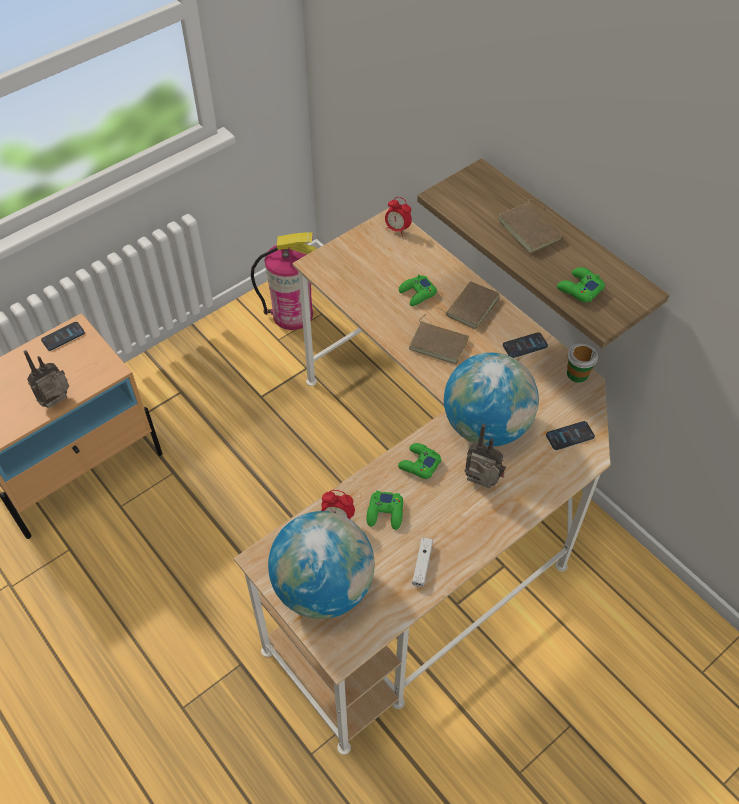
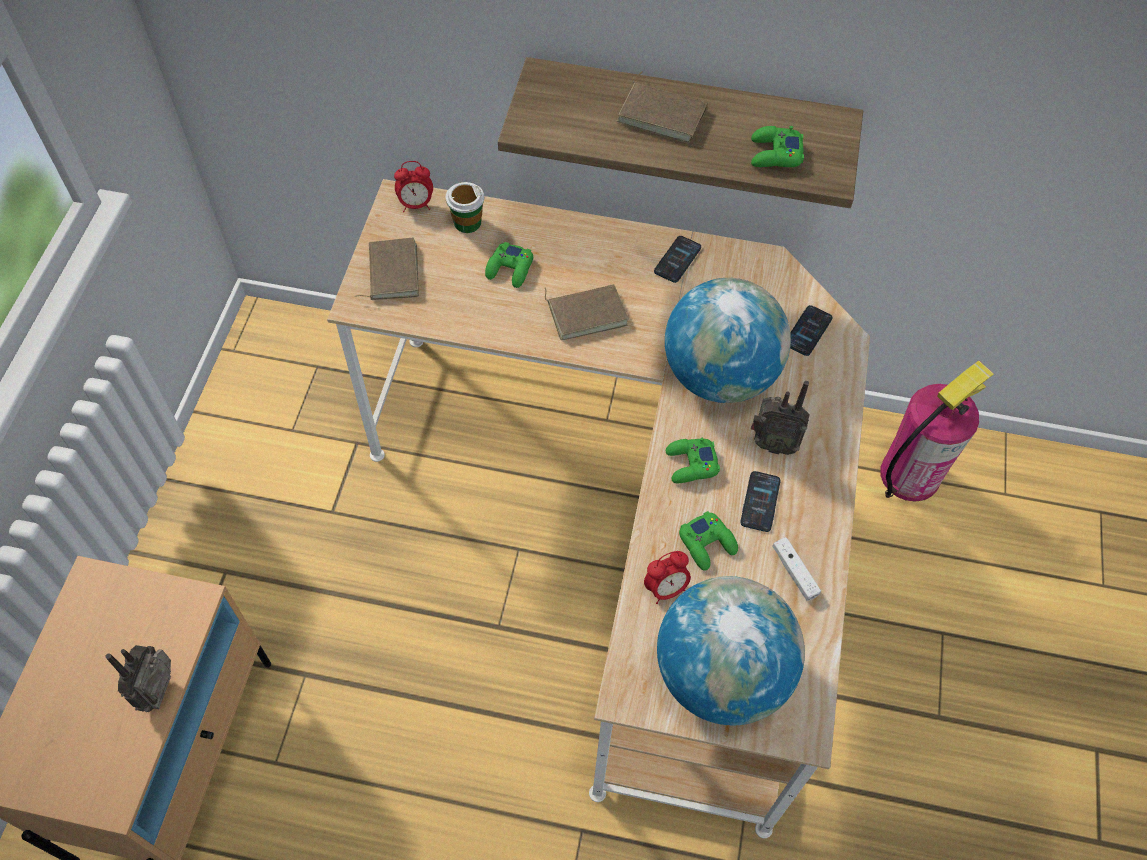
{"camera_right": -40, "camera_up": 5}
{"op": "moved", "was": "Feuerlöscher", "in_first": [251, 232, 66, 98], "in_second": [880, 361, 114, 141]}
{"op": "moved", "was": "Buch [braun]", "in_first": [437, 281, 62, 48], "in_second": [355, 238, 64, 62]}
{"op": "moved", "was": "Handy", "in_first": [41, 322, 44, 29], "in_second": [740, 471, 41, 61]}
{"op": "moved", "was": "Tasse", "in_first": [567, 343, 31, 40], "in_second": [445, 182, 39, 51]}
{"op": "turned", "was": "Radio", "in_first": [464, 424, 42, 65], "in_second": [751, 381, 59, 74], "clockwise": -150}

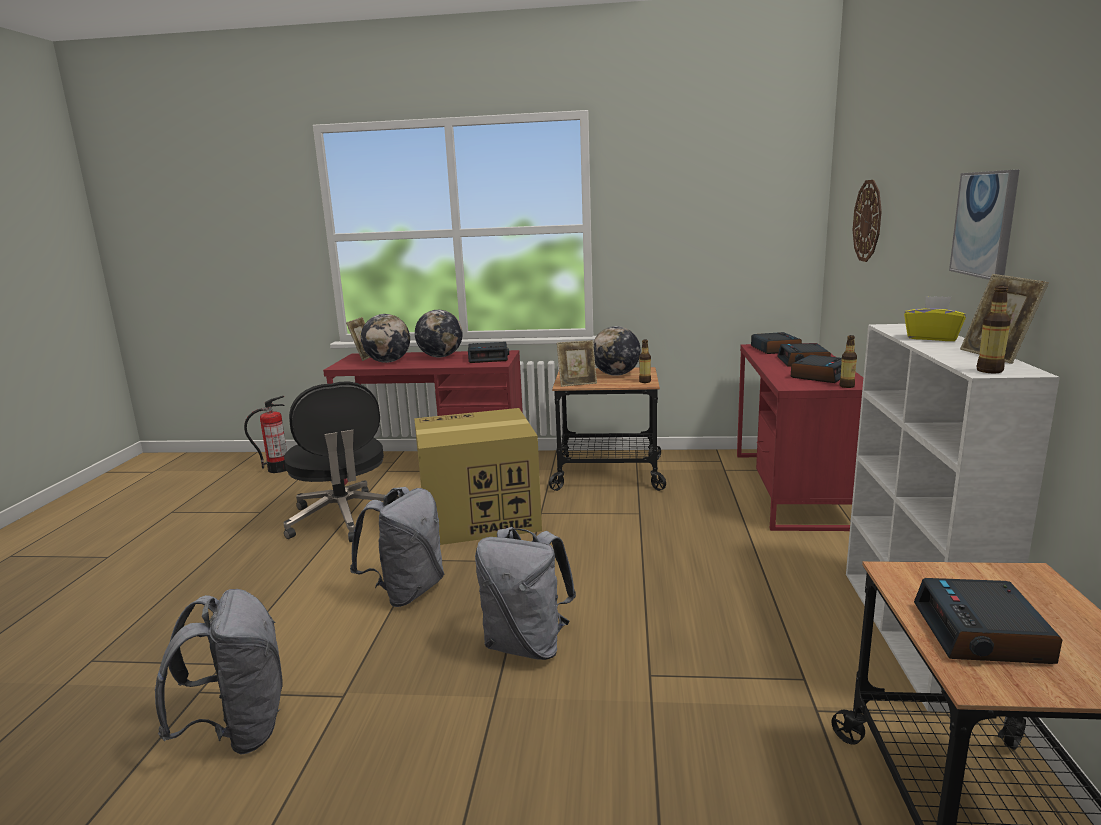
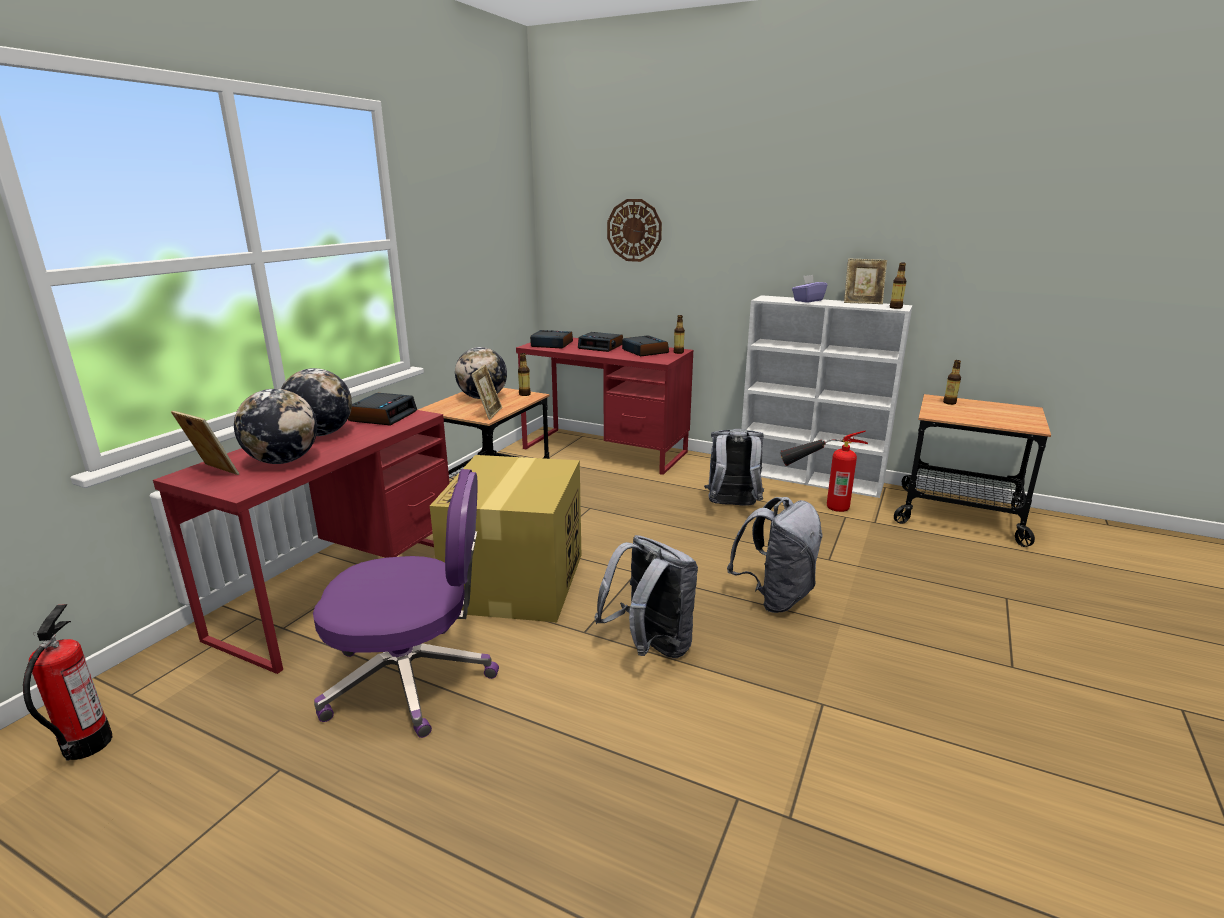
{"camera_right": -70, "camera_up": 5}
{"op": "removed", "was": "Bild", "in_first": [949, 170, 70, 110]}
{"op": "recoloured", "was": "Taschentuchbox [gelb]", "now": "Taschentuchbox [lila]", "in_first": [904, 296, 62, 45], "in_second": [792, 275, 35, 28]}
{"op": "recoloured", "was": "Bürostuhl [schwarz]", "now": "Bürostuhl [lila]", "in_first": [284, 382, 115, 160], "in_second": [313, 469, 186, 269]}
{"op": "removed", "was": "Wecker", "in_first": [914, 578, 148, 86]}
{"op": "moved", "was": "Rucksack [grau]", "in_first": [155, 589, 128, 165], "in_second": [704, 429, 60, 77]}
{"op": "added", "now": "Flasche", "in_second": [943, 360, 18, 45]}
{"op": "added", "now": "Feuerlöscher", "in_second": [780, 430, 88, 82]}

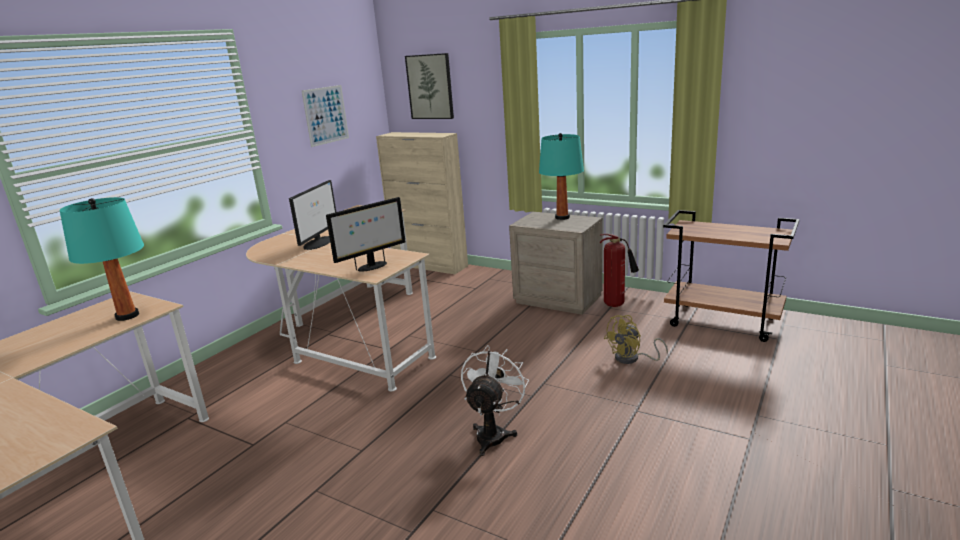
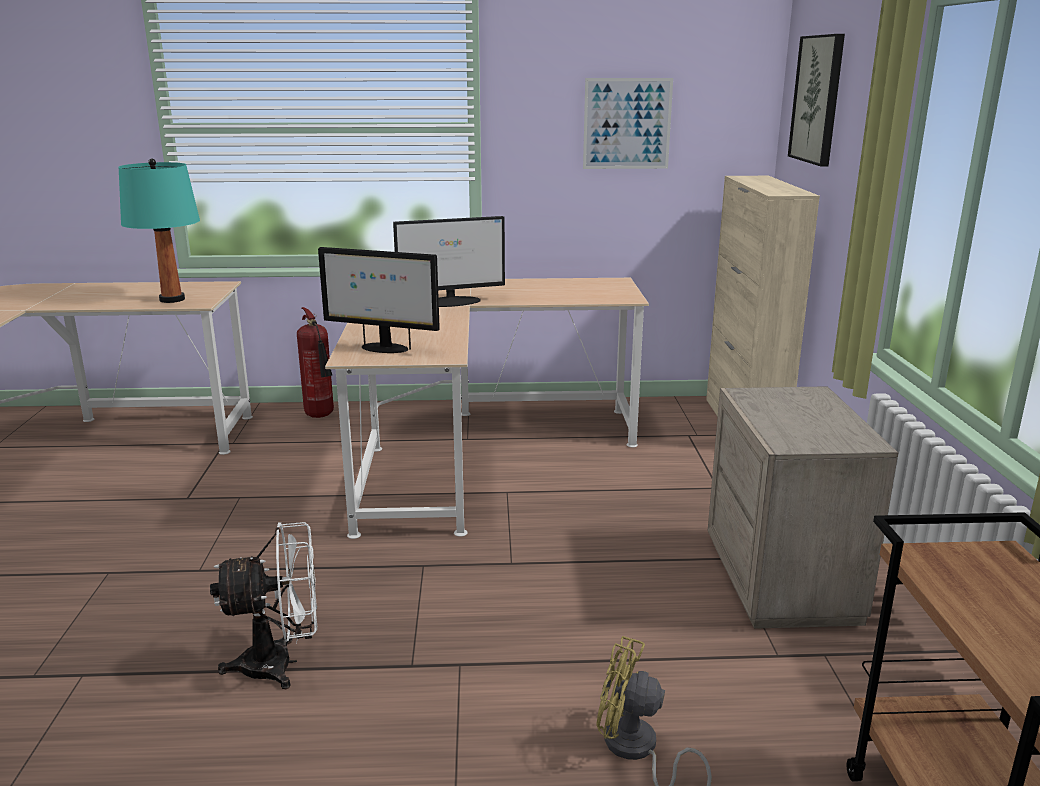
{"camera_right": 55, "camera_up": 0}
{"op": "removed", "was": "Tischlampe [türkis]", "in_first": [539, 133, 45, 87]}
{"op": "moved", "was": "Feuerlöscher", "in_first": [600, 234, 39, 73], "in_second": [297, 307, 37, 111]}

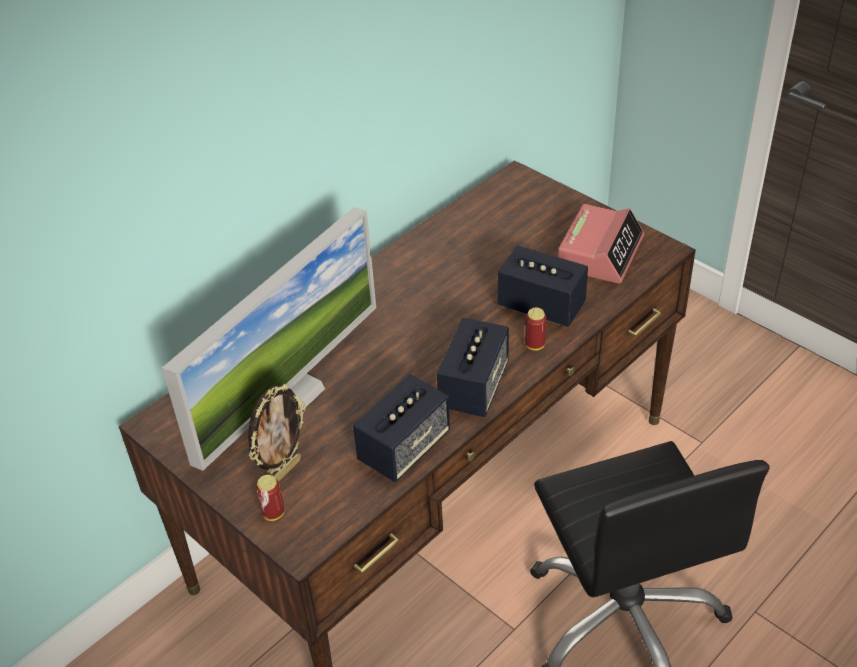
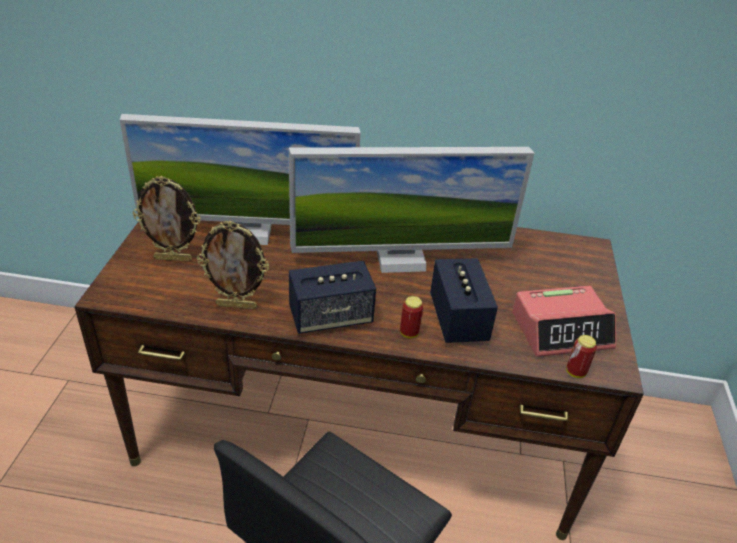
{"camera_right": 50, "camera_up": -5}
{"op": "replaced", "was": "Lautsprecher", "now": "Bilderrahmen", "in_first": [353, 374, 97, 108], "in_second": [197, 221, 72, 88]}
{"op": "moved", "was": "Dose", "in_first": [256, 475, 29, 46], "in_second": [566, 335, 31, 43]}
{"op": "added", "now": "Monitor", "in_second": [289, 147, 246, 126]}

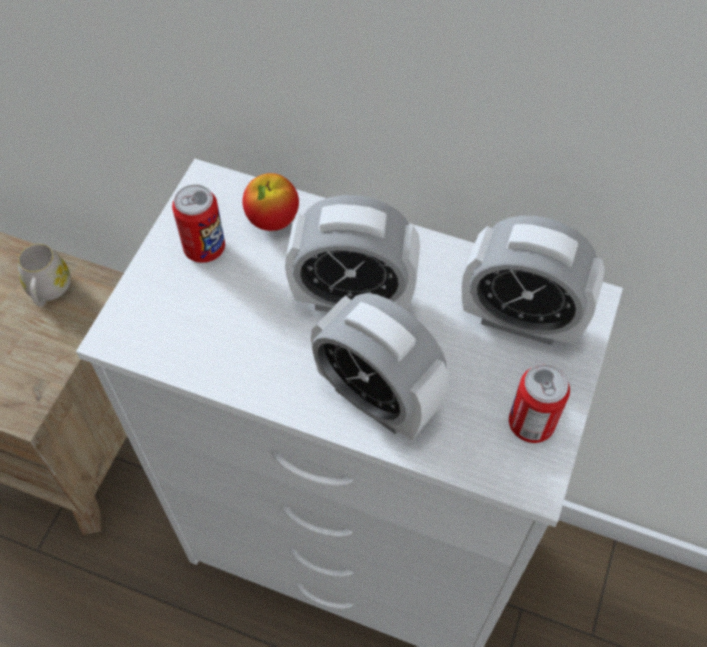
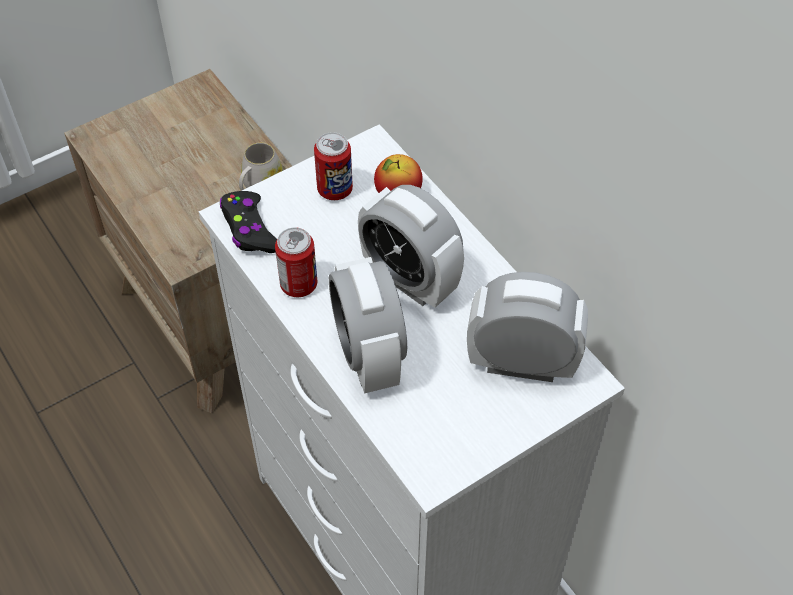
{"camera_right": 35, "camera_up": -5}
{"op": "turned", "was": "Wecker", "in_first": [462, 216, 143, 129], "in_second": [467, 272, 121, 110], "clockwise": 135}
{"op": "moved", "was": "Dose", "in_first": [509, 364, 61, 79], "in_second": [275, 227, 43, 70]}
{"op": "added", "now": "Gamepad [schwarz]", "in_second": [220, 191, 57, 62]}

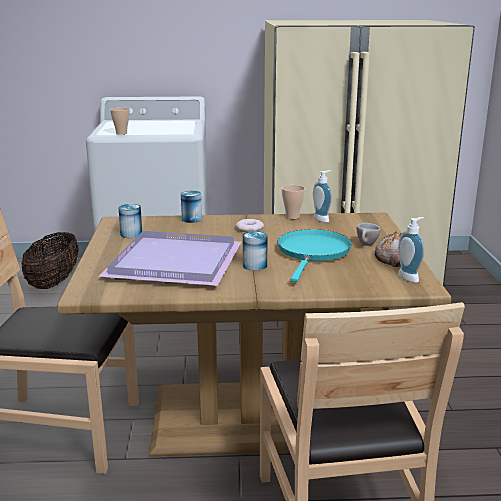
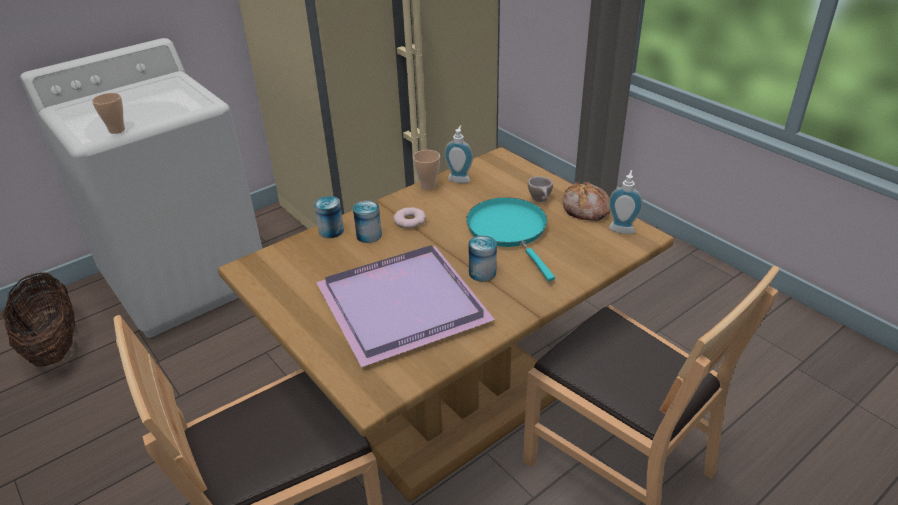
{"camera_right": -35, "camera_up": 15}
{"op": "moved", "was": "Dose", "in_first": [119, 204, 23, 34], "in_second": [353, 200, 29, 43]}

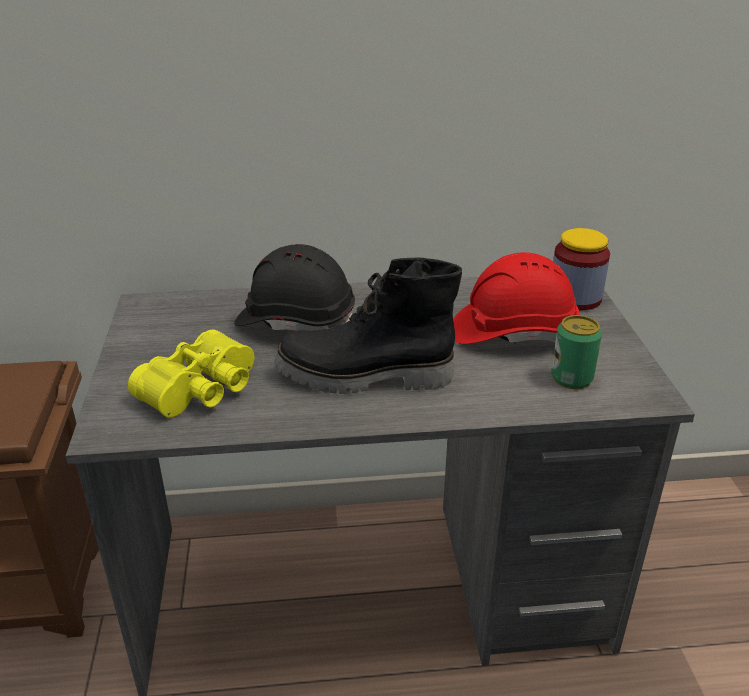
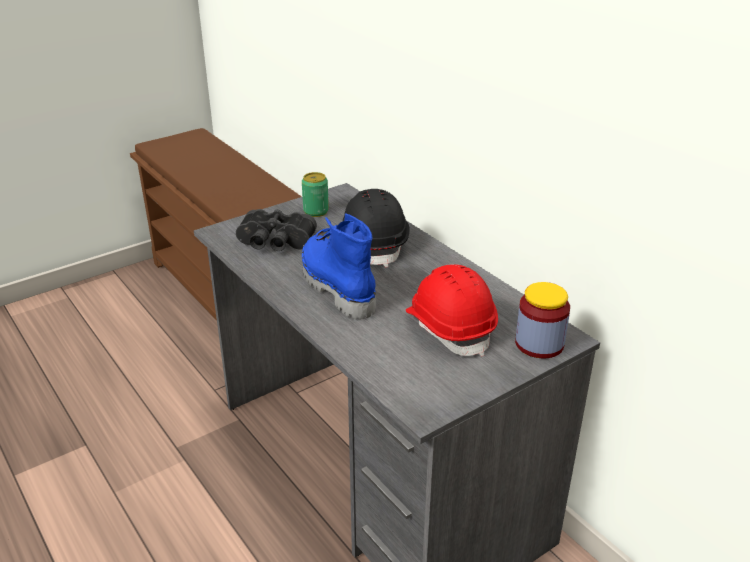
{"camera_right": 60, "camera_up": 0}
{"op": "recoloured", "was": "Stiefel [schwarz]", "now": "Stiefel [blau]", "in_first": [274, 258, 188, 136], "in_second": [302, 214, 74, 106]}
{"op": "moved", "was": "Dose", "in_first": [551, 315, 51, 74], "in_second": [302, 172, 27, 45]}
{"op": "recoloured", "was": "Fernglas [gelb]", "now": "Fernglas [schwarz]", "in_first": [128, 329, 126, 89], "in_second": [236, 209, 81, 42]}

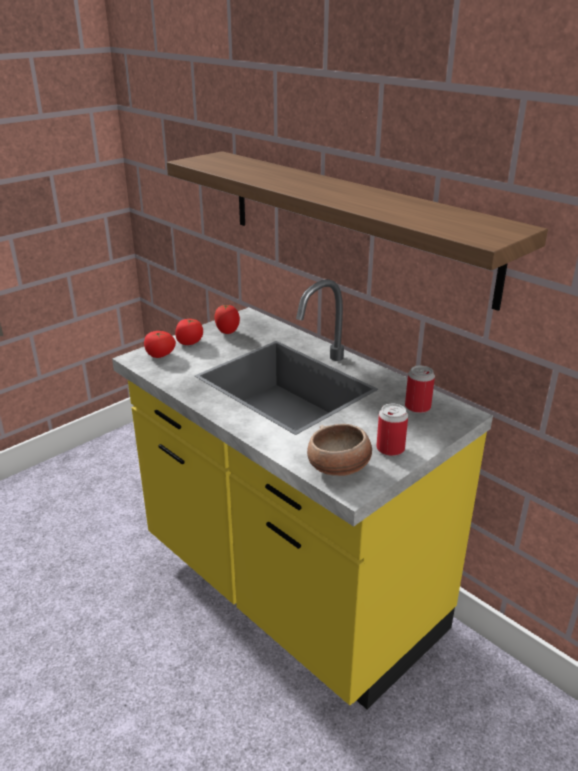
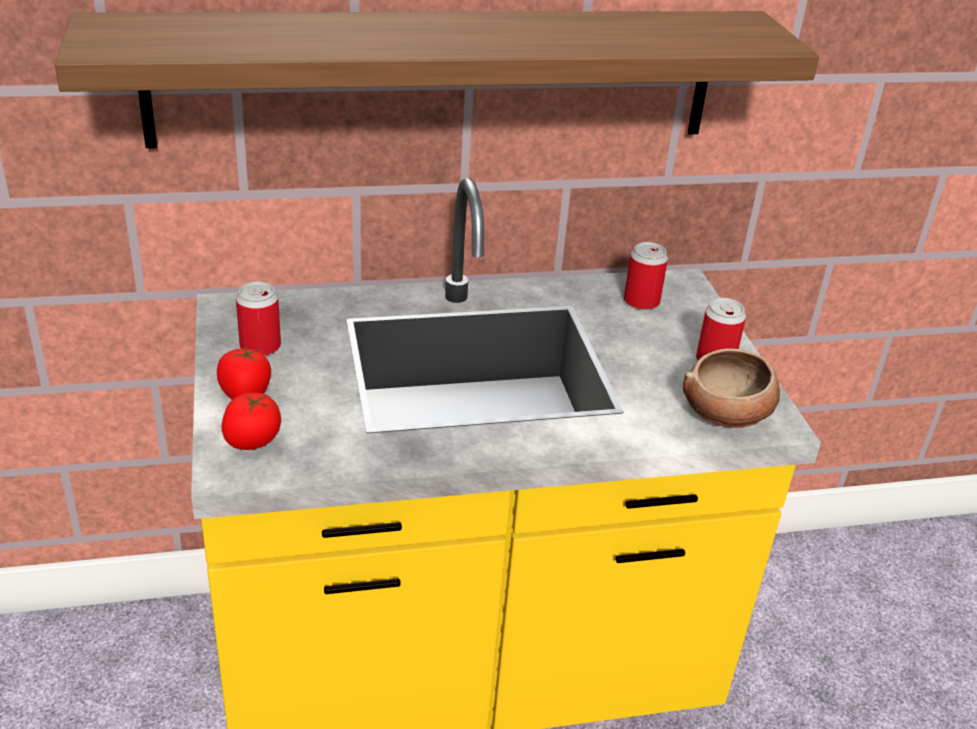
{"camera_right": -60, "camera_up": 5}
{"op": "replaced", "was": "Tomate", "now": "Dose", "in_first": [214, 305, 26, 29], "in_second": [236, 281, 45, 75]}

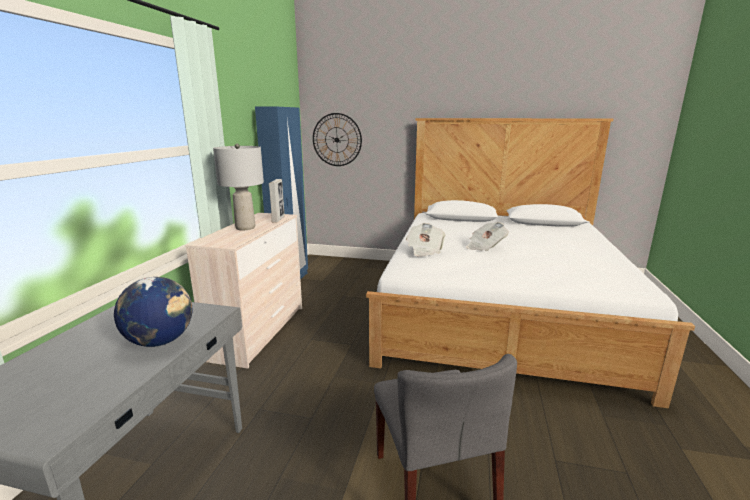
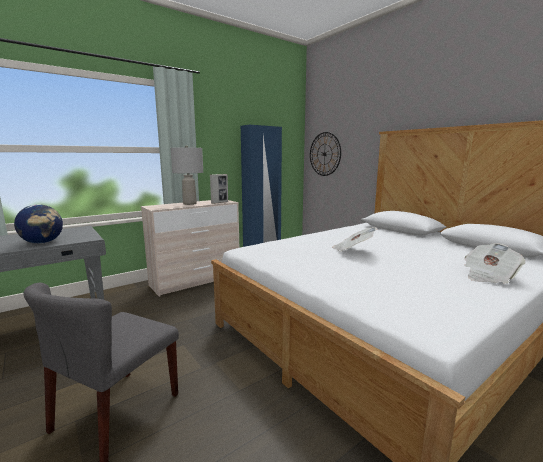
{"camera_right": 40, "camera_up": -5}
{"op": "moved", "was": "Zeitung", "in_first": [406, 223, 40, 34], "in_second": [464, 243, 61, 41]}

